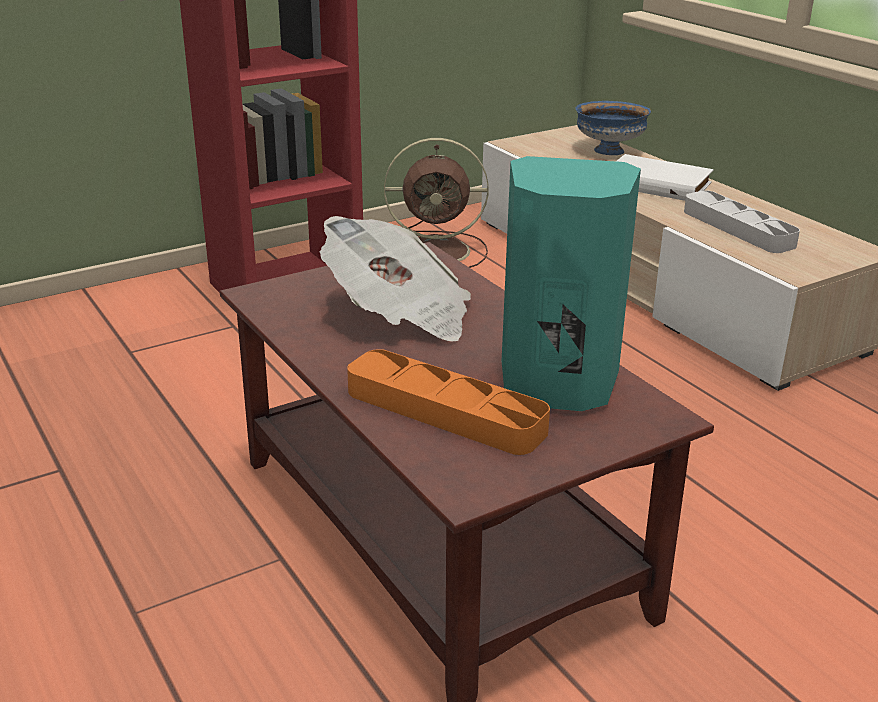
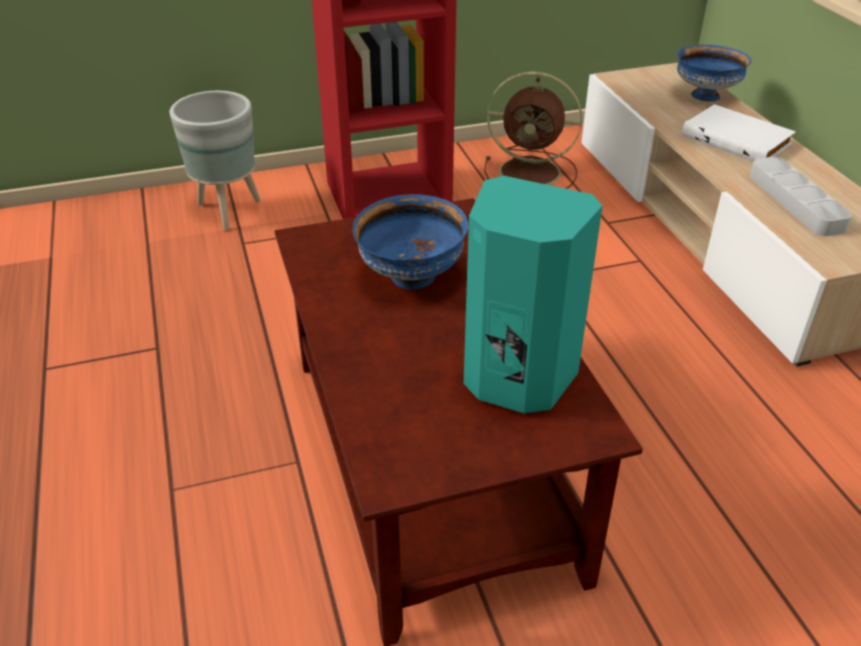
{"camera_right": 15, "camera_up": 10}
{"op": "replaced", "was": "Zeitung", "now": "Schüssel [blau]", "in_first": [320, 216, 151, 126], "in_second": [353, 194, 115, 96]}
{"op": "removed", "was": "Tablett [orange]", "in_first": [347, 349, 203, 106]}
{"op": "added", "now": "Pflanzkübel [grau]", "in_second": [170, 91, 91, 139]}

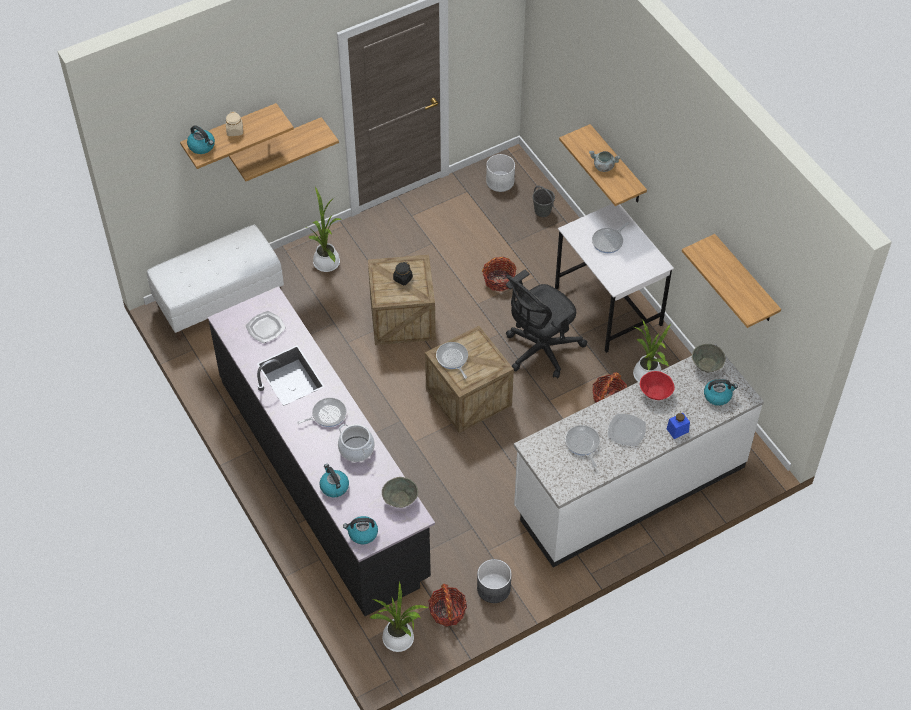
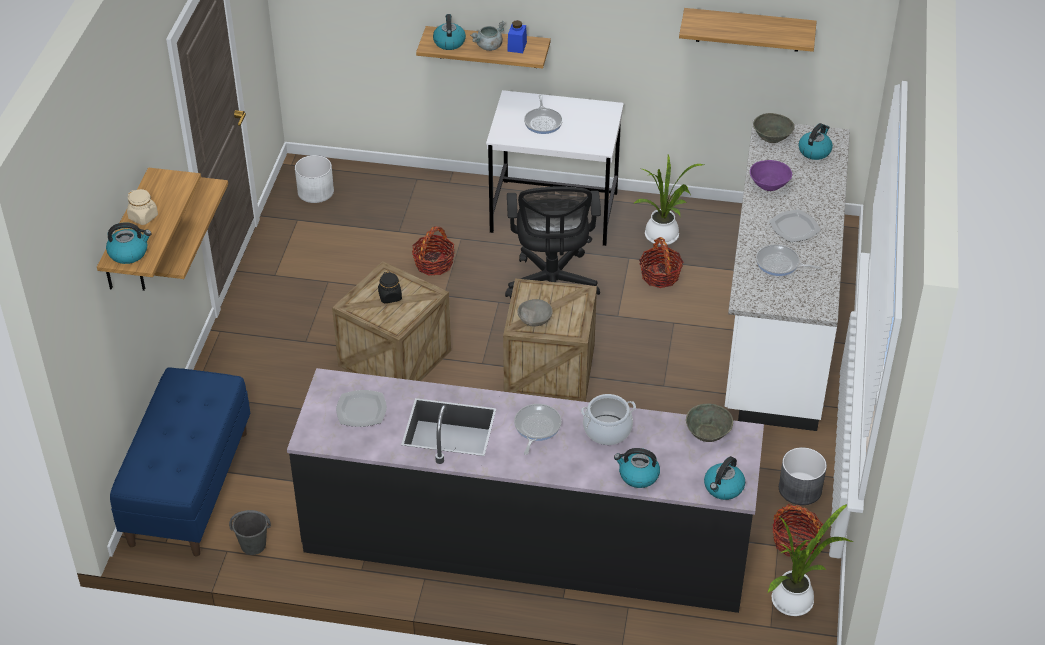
{"camera_right": -50, "camera_up": -10}
{"op": "moved", "was": "Eimer [grau]", "in_first": [532, 186, 23, 31], "in_second": [229, 510, 42, 45]}
{"op": "removed", "was": "Topfpflanze", "in_first": [305, 187, 37, 85]}
{"op": "recoloured", "was": "Bank [weiß]", "now": "Bank [blau]", "in_first": [147, 225, 137, 115], "in_second": [110, 367, 141, 189]}
{"op": "replaced", "was": "Pfanne", "now": "Schüssel [grau]", "in_first": [436, 342, 32, 37], "in_second": [517, 299, 36, 28]}
{"op": "recoloured", "was": "Schüssel [rot]", "now": "Schüssel [lila]", "in_first": [640, 371, 35, 29], "in_second": [750, 160, 42, 31]}
{"op": "moved", "was": "Vorratsglas [blau]", "in_first": [667, 413, 23, 26], "in_second": [507, 20, 20, 33]}
{"op": "added", "now": "Wasserkessel", "in_second": [433, 14, 33, 36]}

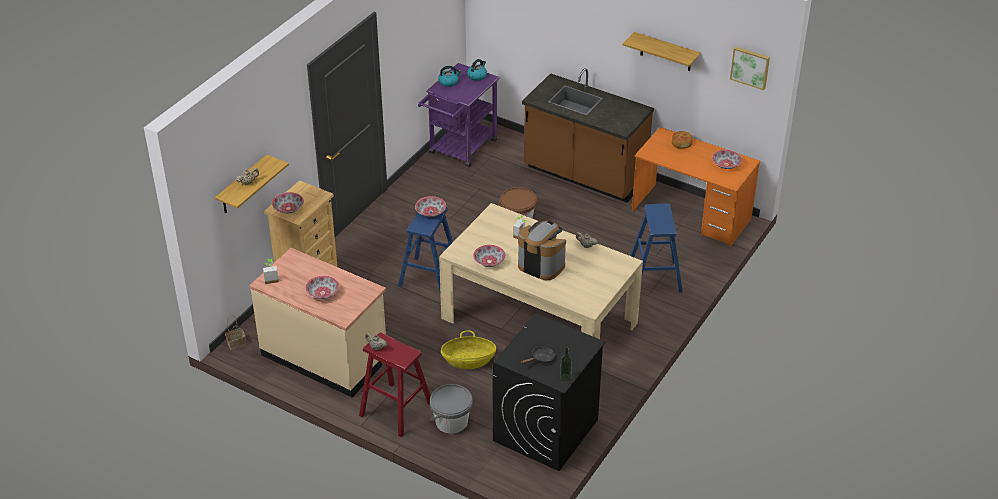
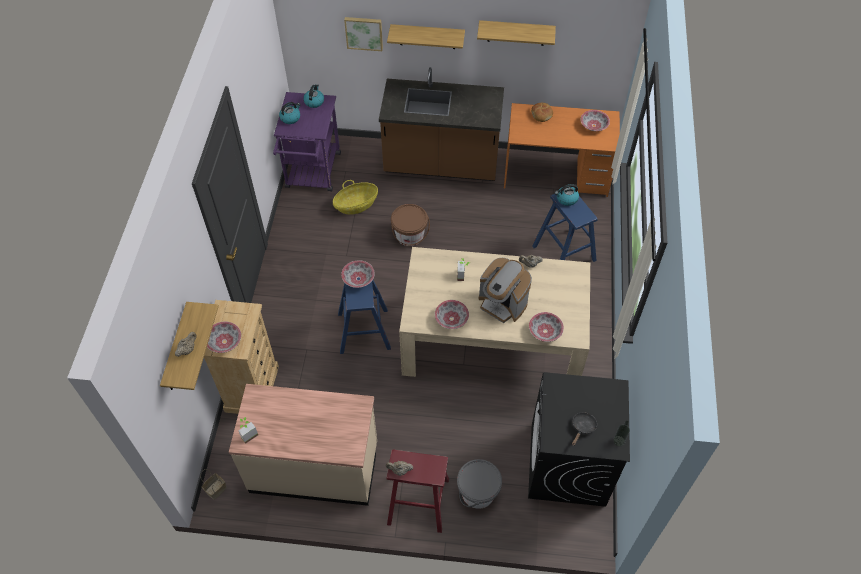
{"camera_right": -25, "camera_up": 15}
{"op": "moved", "was": "Bild", "in_first": [730, 46, 40, 44], "in_second": [344, 17, 39, 34]}
{"op": "turned", "was": "Kaffeemaschine", "in_first": [518, 221, 48, 59], "in_second": [478, 258, 54, 65], "clockwise": -150}
{"op": "moved", "was": "Schüssel", "in_first": [305, 276, 34, 23], "in_second": [529, 312, 35, 30]}
{"op": "moved", "was": "Korb", "in_first": [441, 331, 55, 38], "in_second": [333, 180, 45, 35]}
{"op": "added", "now": "Wandregal", "in_second": [387, 24, 78, 25]}
{"op": "added", "now": "Wasserkessel", "in_second": [555, 184, 24, 22]}

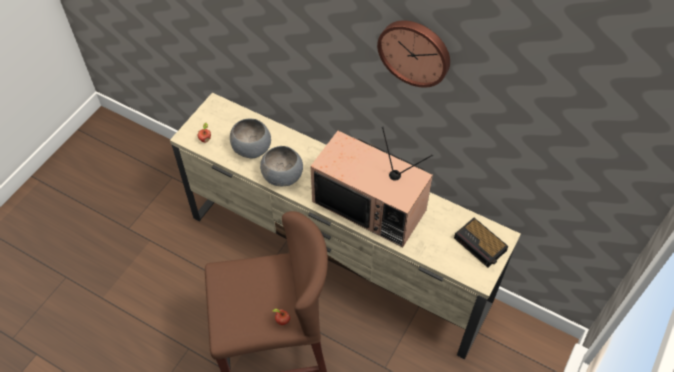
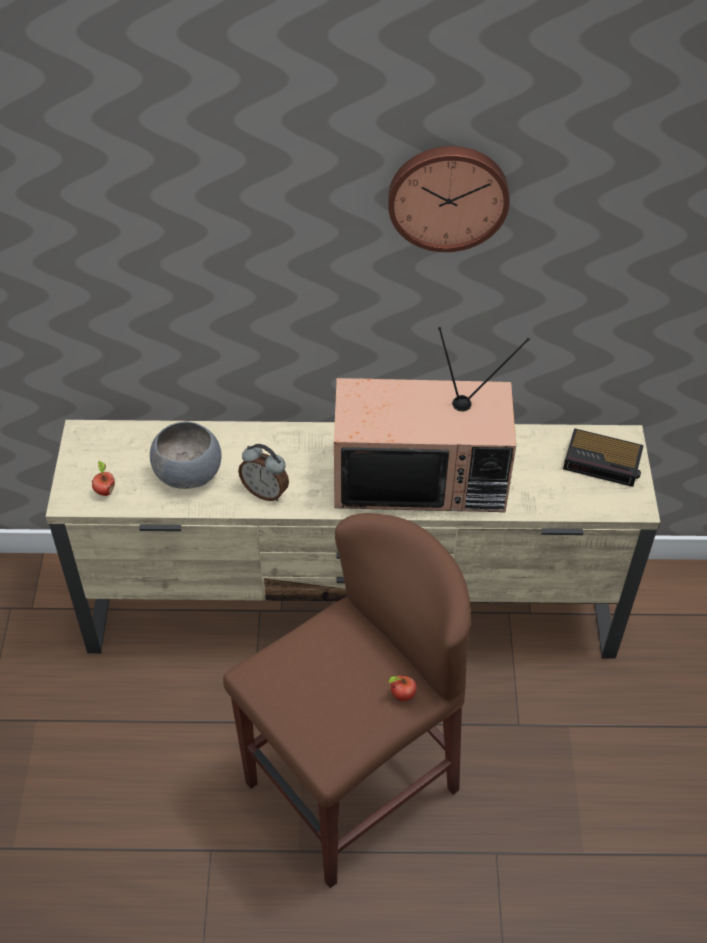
{"camera_right": -30, "camera_up": -5}
{"op": "replaced", "was": "Schüssel [grau]", "now": "Wecker", "in_first": [260, 146, 43, 40], "in_second": [238, 444, 51, 57]}

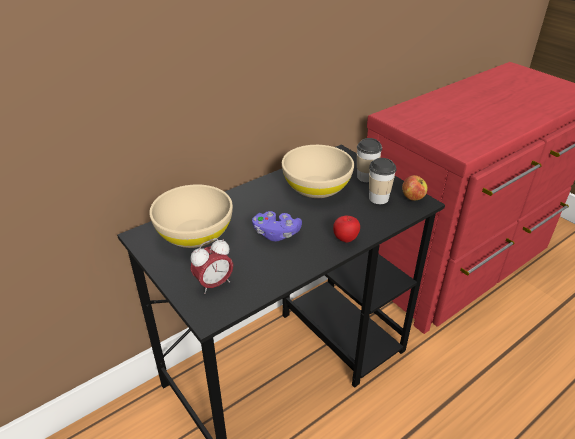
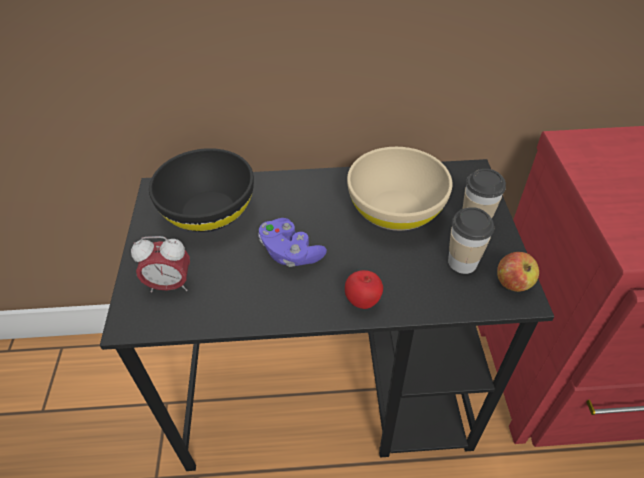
{"camera_right": 35, "camera_up": 10}
{"op": "recoloured", "was": "Schüssel [beige]", "now": "Schüssel [schwarz]", "in_first": [149, 185, 84, 63], "in_second": [149, 148, 105, 84]}

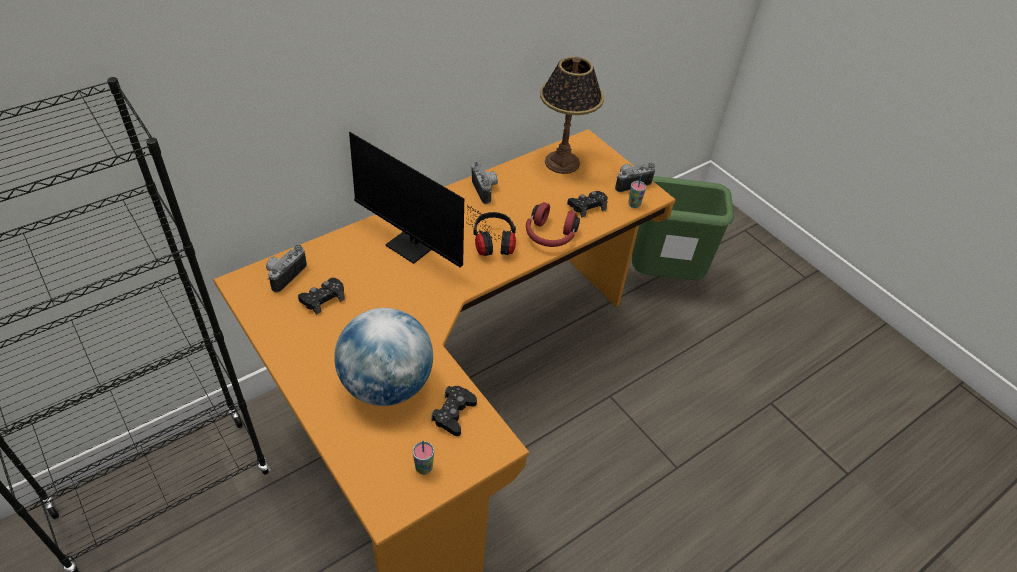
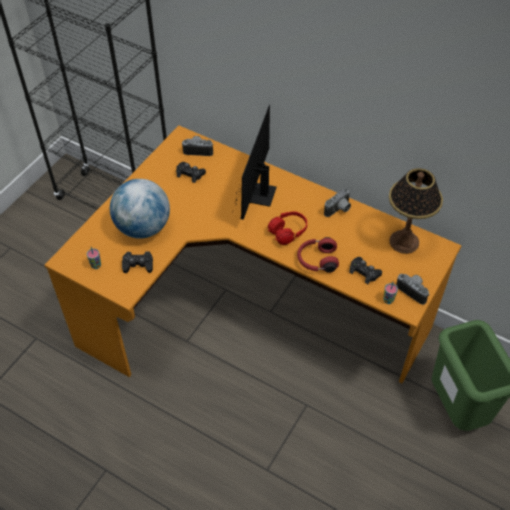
{"camera_right": 70, "camera_up": 5}
{"op": "recoloured", "was": "Kopfhörer [schwarz]", "now": "Kopfhörer [rot]", "in_first": [473, 212, 43, 44], "in_second": [268, 211, 39, 34]}

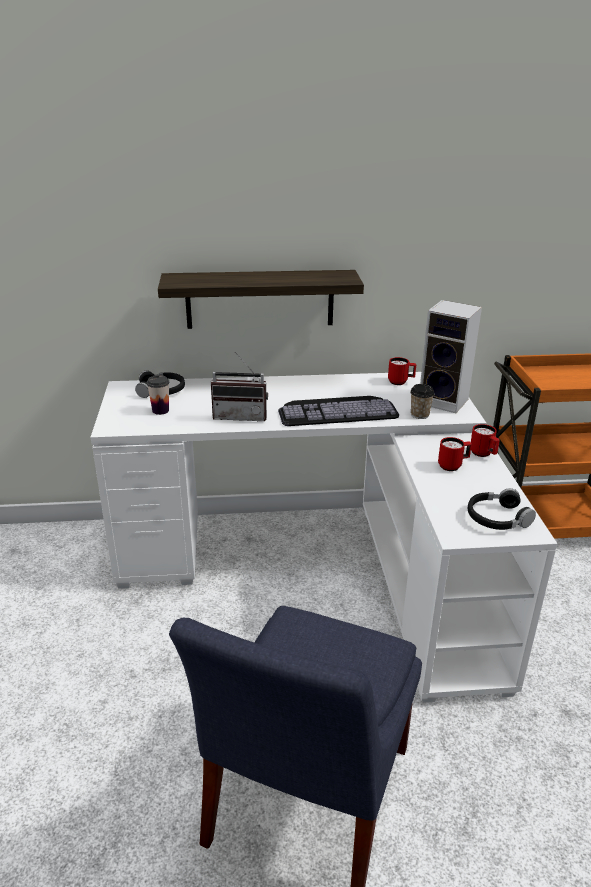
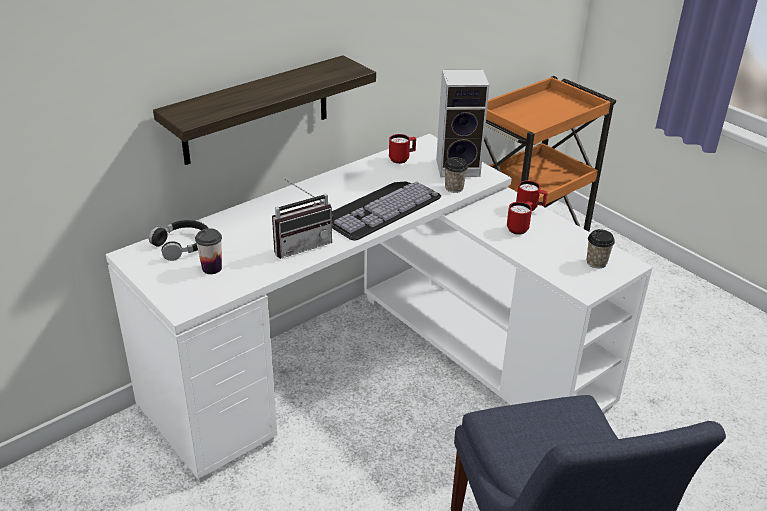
{"camera_right": -35, "camera_up": 5}
{"op": "replaced", "was": "Kopfhörer [schwarz]", "now": "Tasse", "in_first": [468, 488, 68, 42], "in_second": [587, 229, 28, 39]}

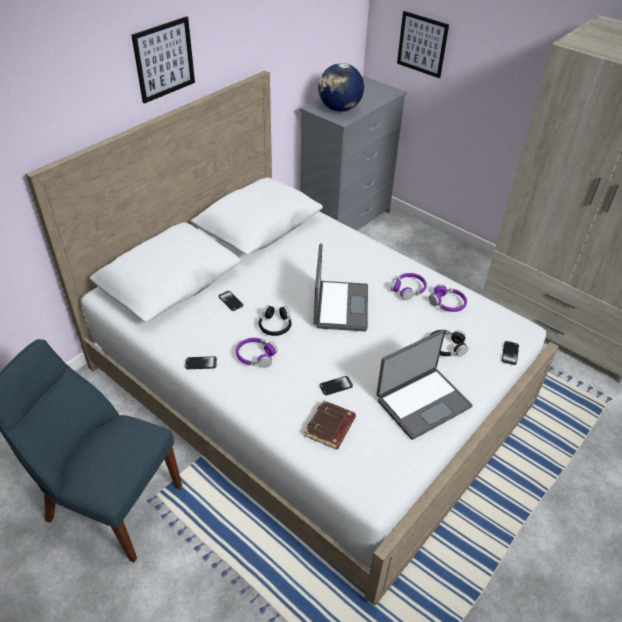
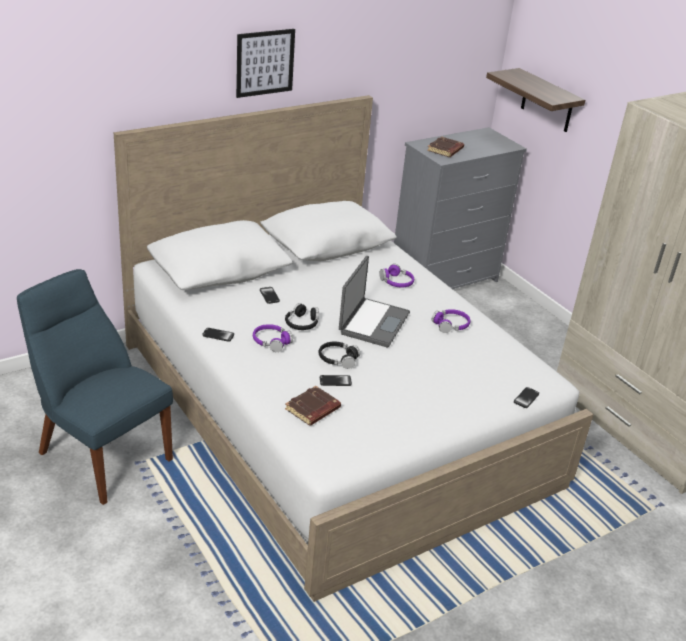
{"camera_right": 15, "camera_up": -10}
{"op": "replaced", "was": "Bild", "now": "Wandregal", "in_first": [397, 11, 52, 67], "in_second": [486, 68, 100, 64]}
{"op": "replaced", "was": "Globus", "now": "Buch [braun]", "in_first": [318, 63, 46, 49], "in_second": [427, 136, 37, 21]}
{"op": "moved", "was": "Kopfhörer [lila]", "in_first": [429, 284, 38, 28], "in_second": [379, 264, 35, 24]}
{"op": "removed", "was": "Laptop", "in_first": [376, 330, 97, 110]}
{"op": "moved", "was": "Kopfhörer [schwarz]", "in_first": [429, 330, 39, 26], "in_second": [318, 342, 42, 27]}

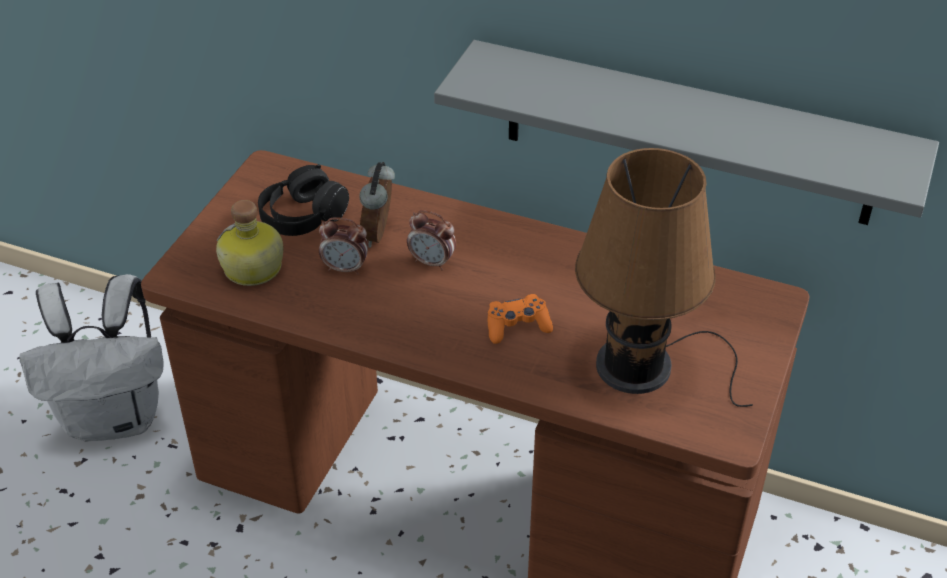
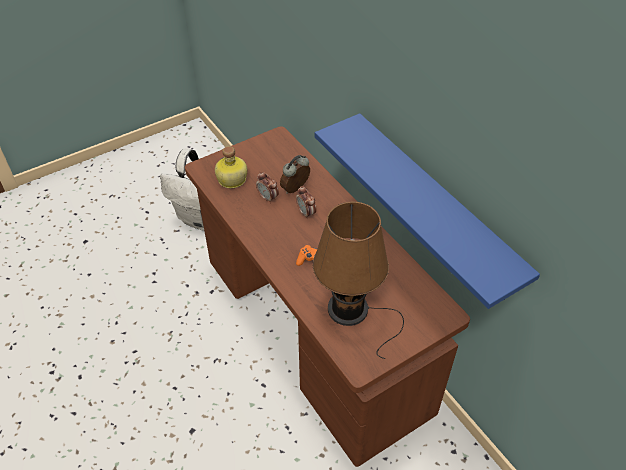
{"camera_right": 35, "camera_up": 5}
{"op": "recoloured", "was": "Wandregal [grau]", "now": "Wandregal [blau]", "in_first": [434, 40, 505, 185], "in_second": [315, 113, 225, 196]}
{"op": "removed", "was": "Kopfhörer [schwarz]", "in_first": [258, 164, 91, 72]}

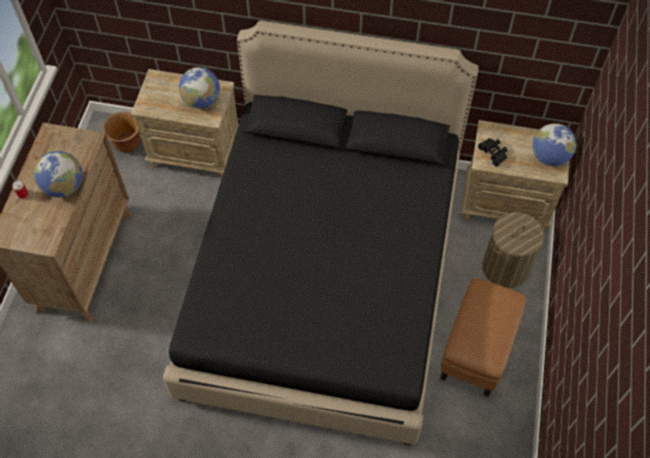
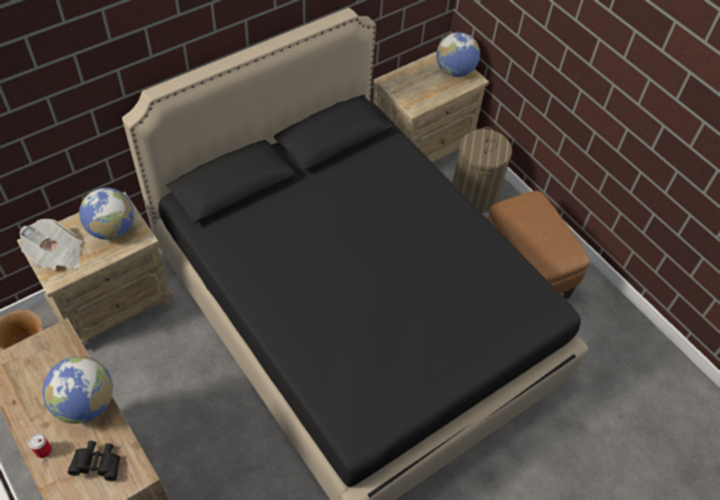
{"camera_right": -50, "camera_up": -5}
{"op": "moved", "was": "Fernglas [schwarz]", "in_first": [478, 138, 30, 28], "in_second": [68, 441, 52, 40]}
{"op": "added", "now": "Zeitung", "in_second": [20, 219, 62, 51]}

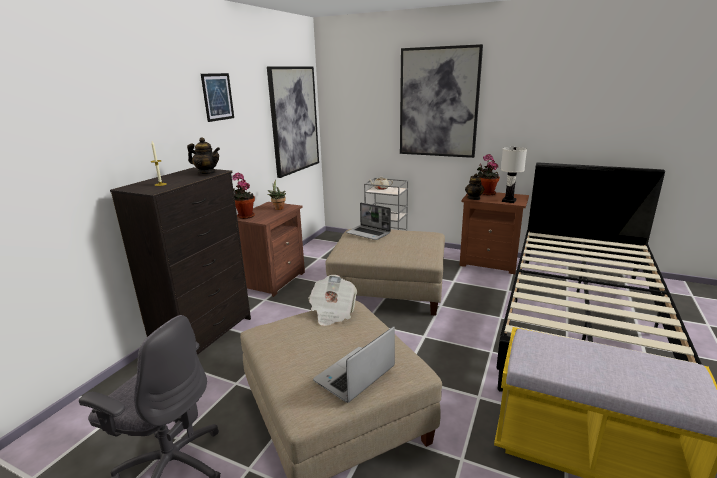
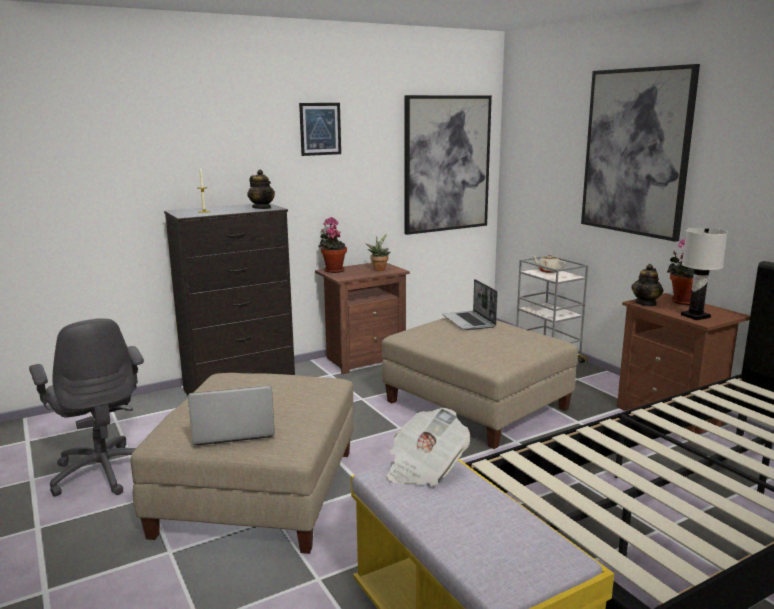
{"camera_right": 35, "camera_up": -5}
{"op": "moved", "was": "Zeitung", "in_first": [308, 275, 49, 51], "in_second": [387, 408, 83, 78]}

